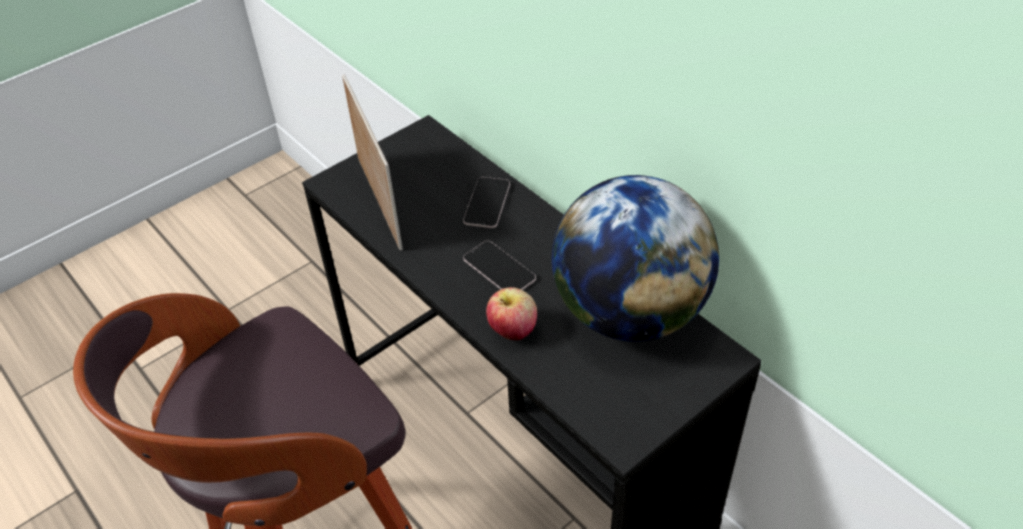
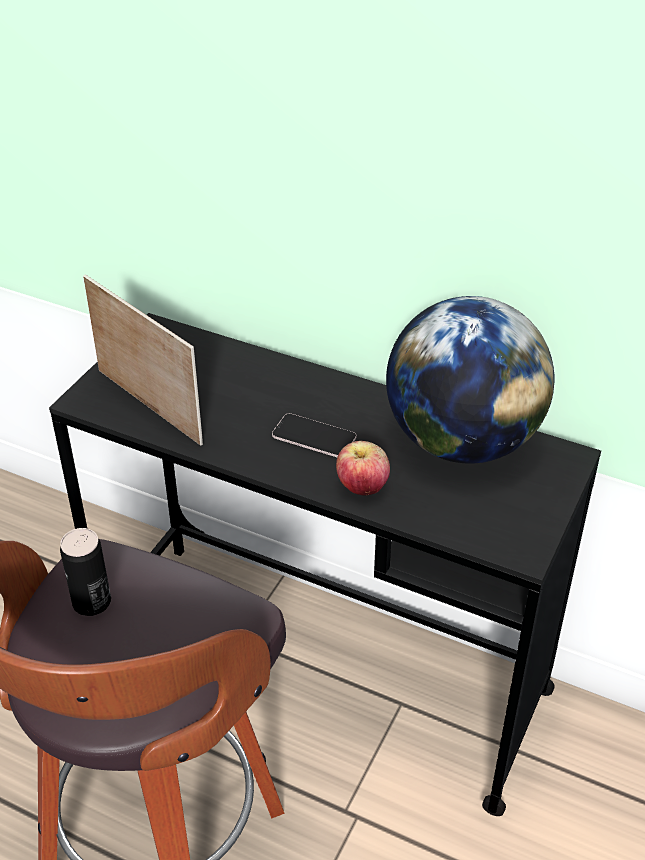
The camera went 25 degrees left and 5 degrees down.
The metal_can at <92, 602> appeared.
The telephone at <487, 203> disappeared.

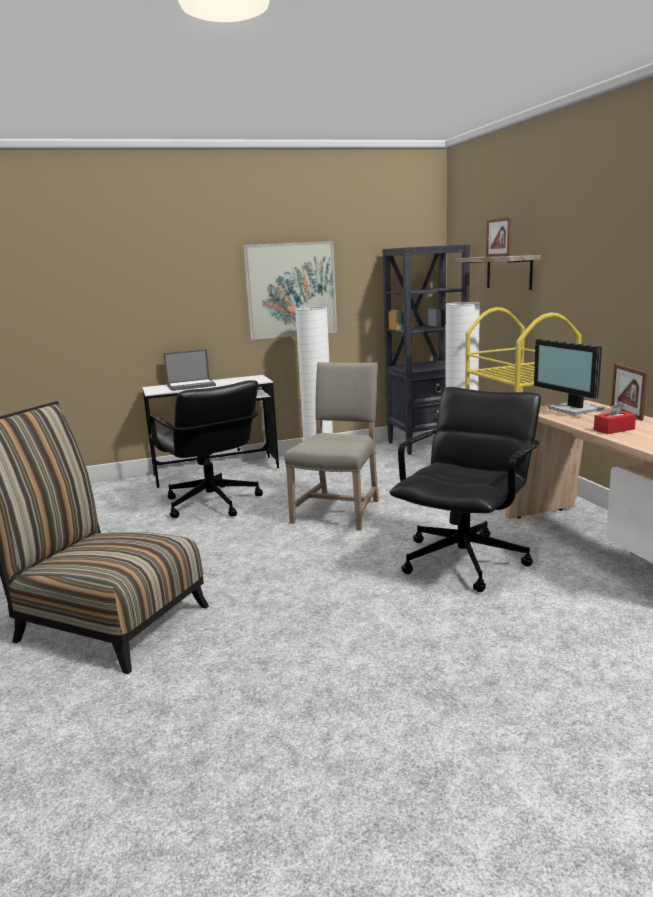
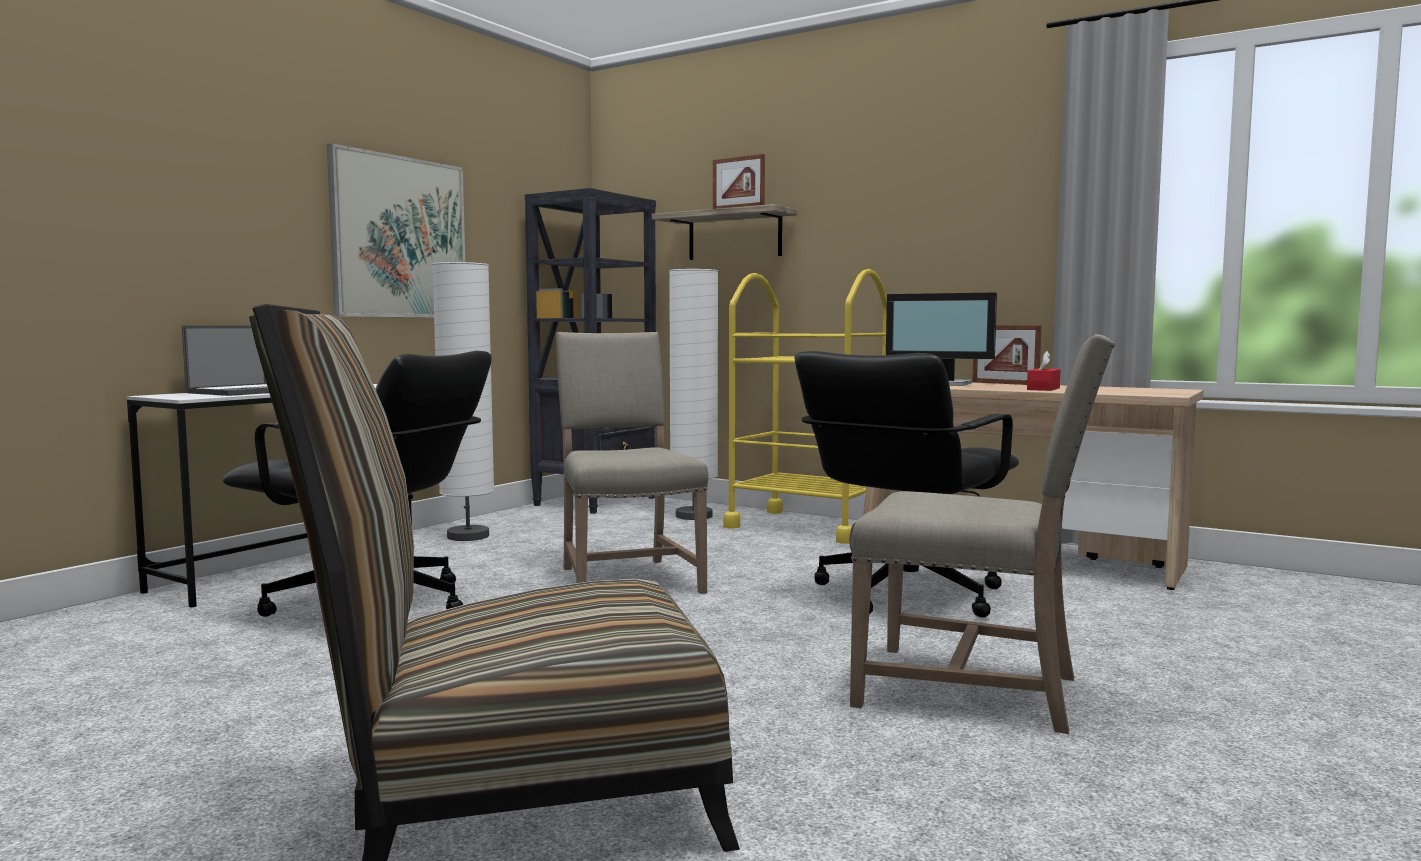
The camera went 40 degrees left and 10 degrees down.
The blackish_desk_chair at <465, 561> turned 135 degrees counterclockwise.
The beige-coloured_plain_chair at <975, 690> appeared.

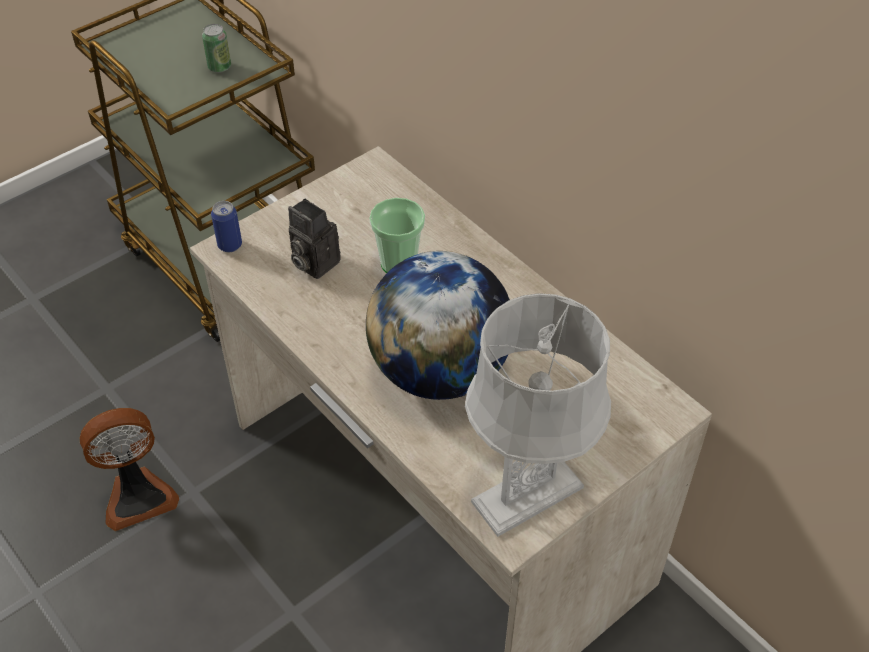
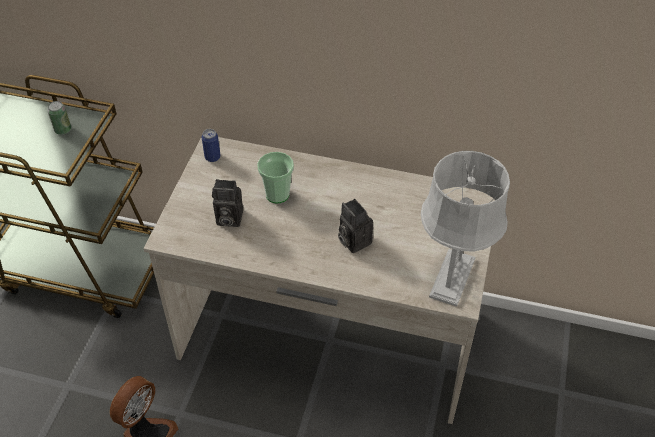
The camera went 35 degrees left and 0 degrees up.
The metal_can moved from <230, 245> to <212, 157>.
The globe at <439, 371> was replaced by the still_camera at <353, 240>.

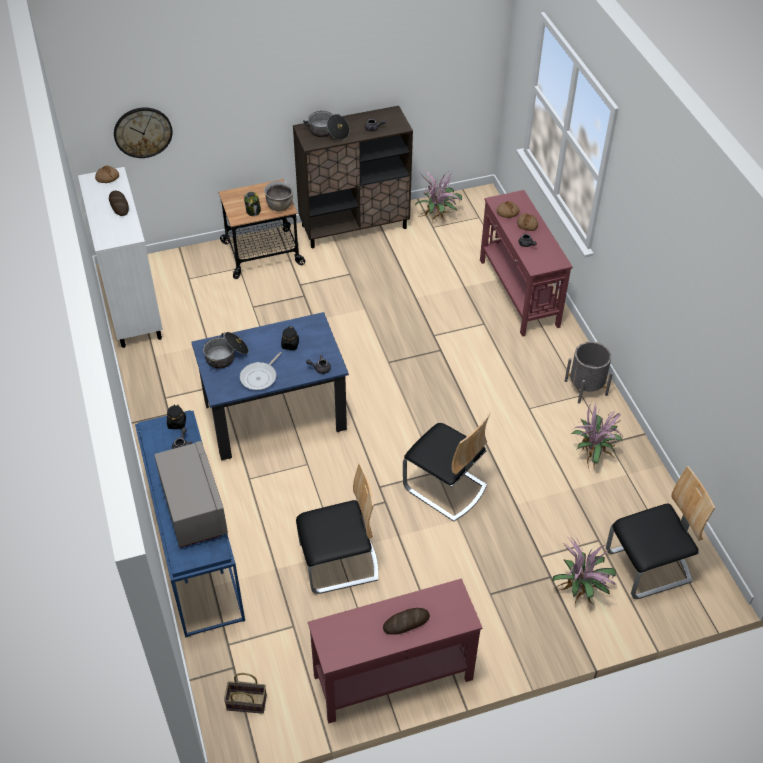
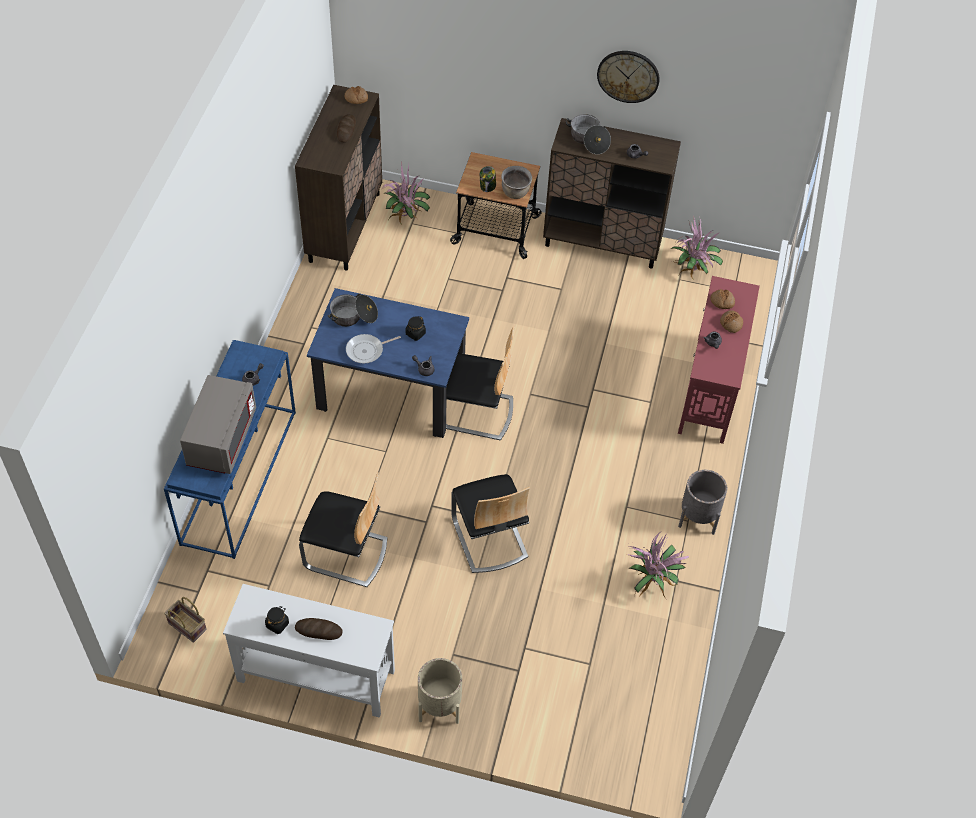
The camera went 30 degrees right and 5 degrees up.
The red_hall_table at <392, 677> became the white_hall_table at <315, 675>.
The blackish_jar moved from <177, 423> to <277, 624>.
The white_cabinet at <132, 306> became the brownish_cabinet at <344, 227>.
The houseplant moved from <580, 590> to <405, 217>.
The beige-coloured_plant_pot at <439, 704> appeared.
The plain_chair moved from <648, 567> to <477, 412>.
The hanging_clock moved from <143, 132> to <628, 76>.

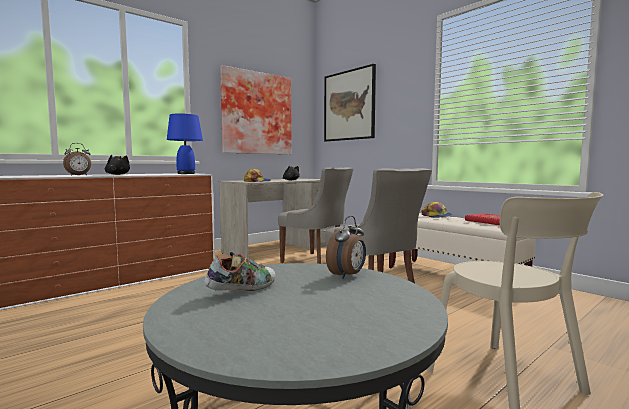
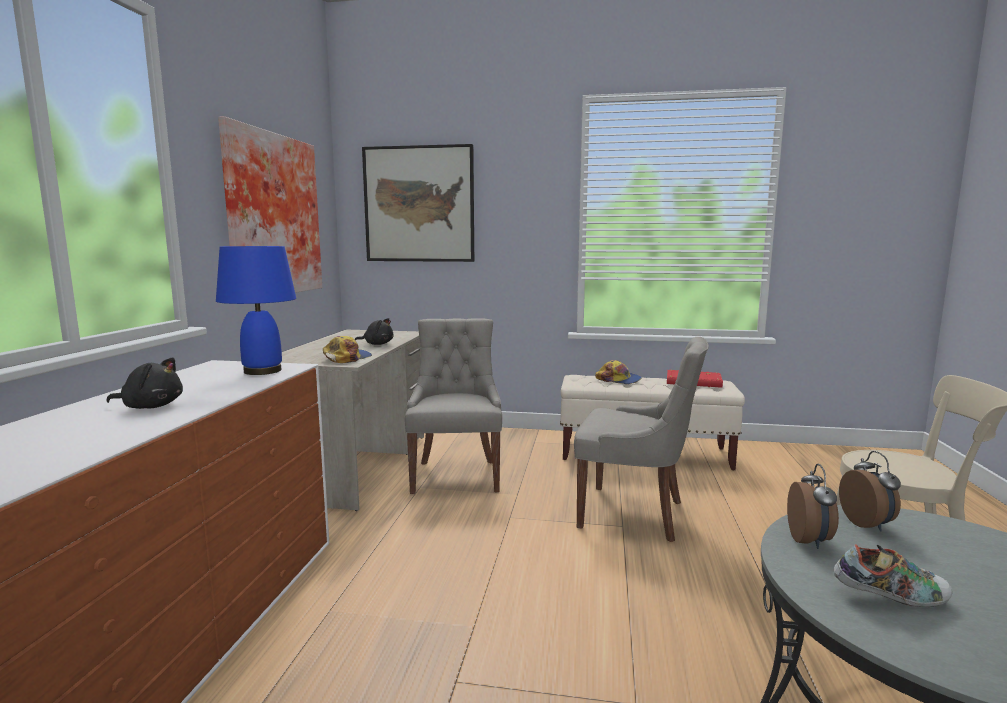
The camera went 40 degrees left and 5 degrees up.
The gray_plain_chair at <316, 261> turned 90 degrees counterclockwise.
The bedside_clock moved from <78, 175> to <810, 540>.
The low_shoe at <242, 290> turned 90 degrees clockwise.

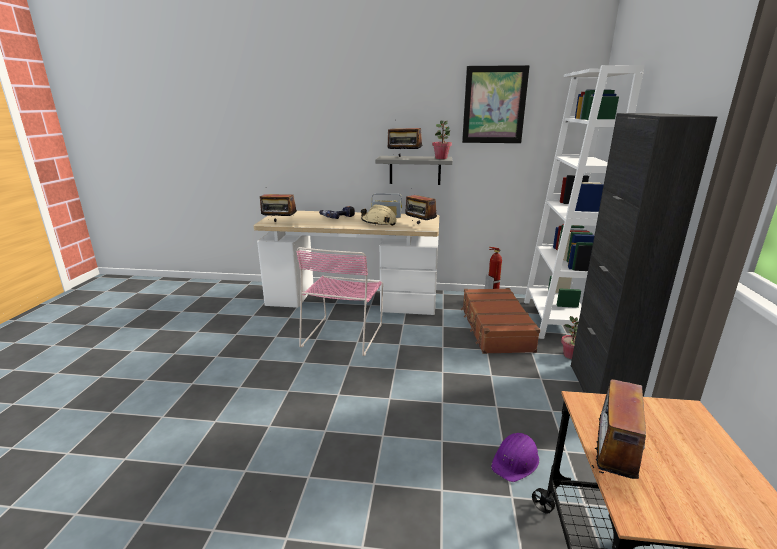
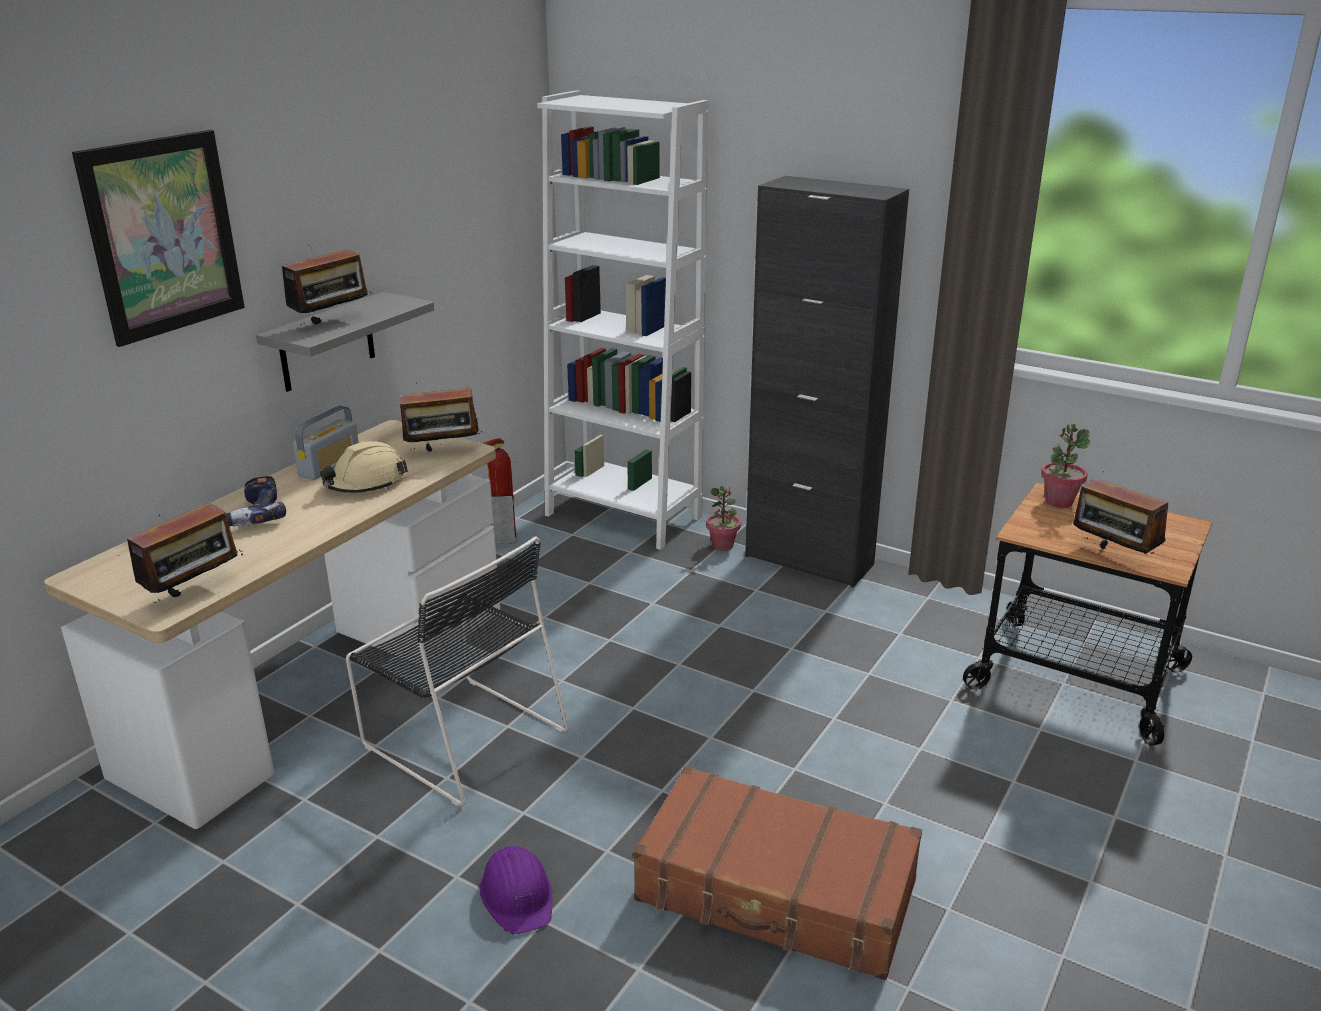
The camera went 65 degrees left and 5 degrees up.
The wall_art moved from <494, 105> to <163, 236>.
The pink_plain_chair at <343, 334> became the blackish_plain_chair at <461, 735>.
The purplish_hard_hat moved from <515, 461> to <517, 896>.
The brownish_suitcase moved from <495, 329> to <776, 893>.
The houseplant moved from <441, 158> to <1059, 501>.

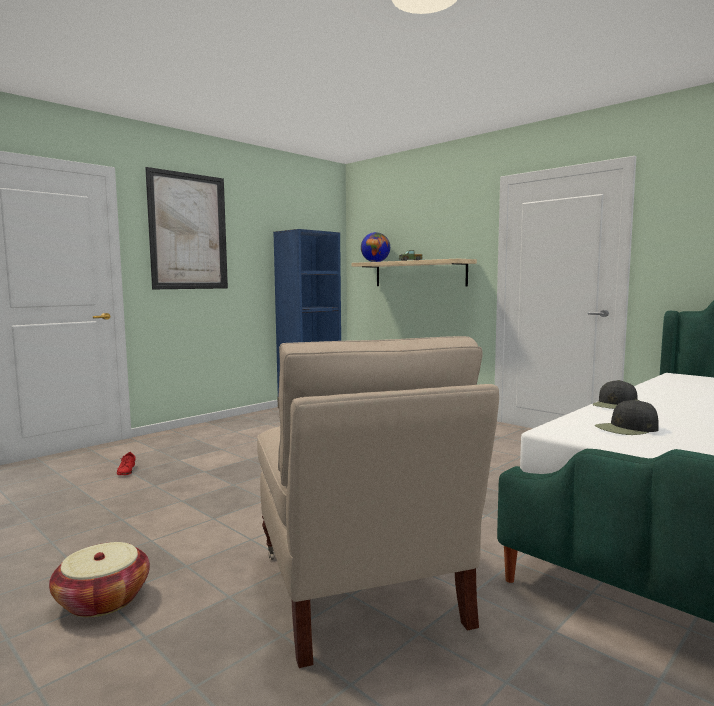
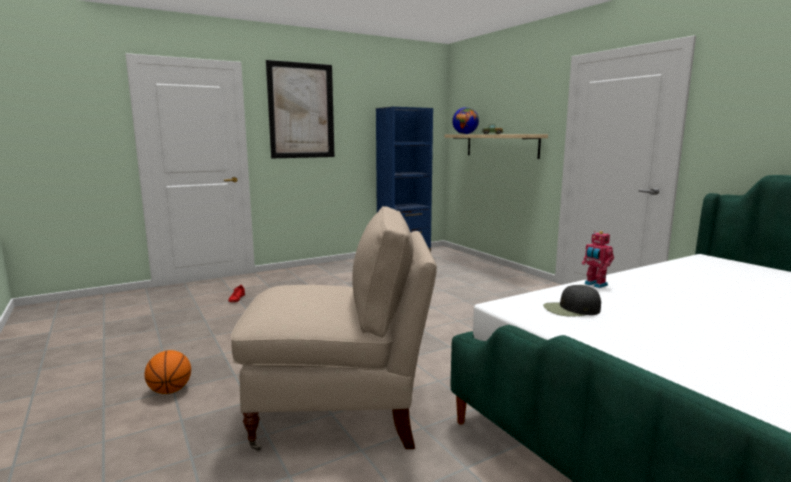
The camera went 15 degrees right and 5 degrees up.
The storage_basket at <103, 600> was replaced by the basketball at <170, 391>.
The beige-coloured_plain_chair at <360, 590> turned 90 degrees counterclockwise.
The blackish_baseball_cap at <615, 405> was replaced by the toy_robot at <595, 285>.

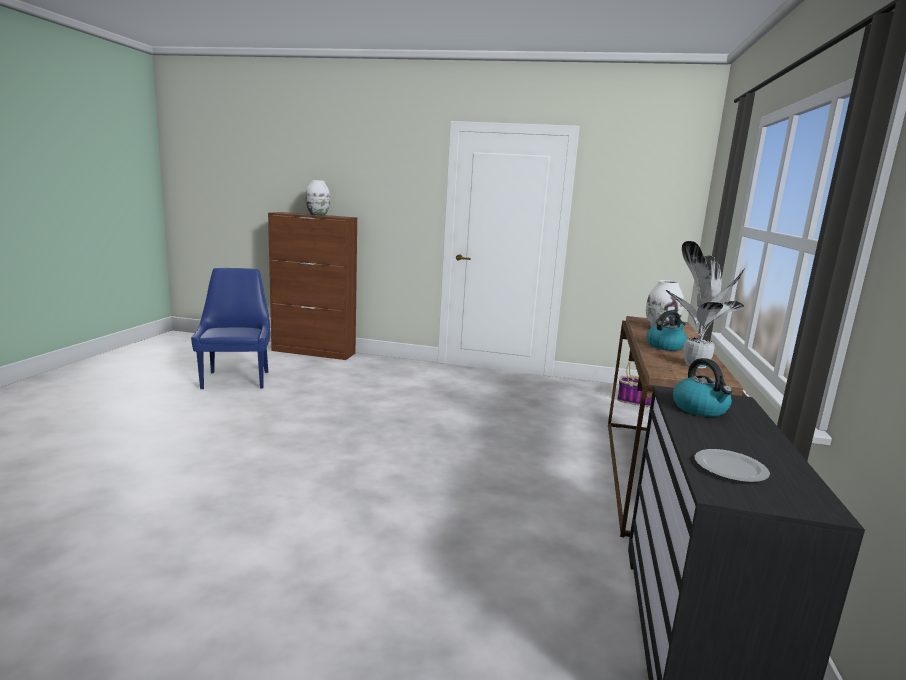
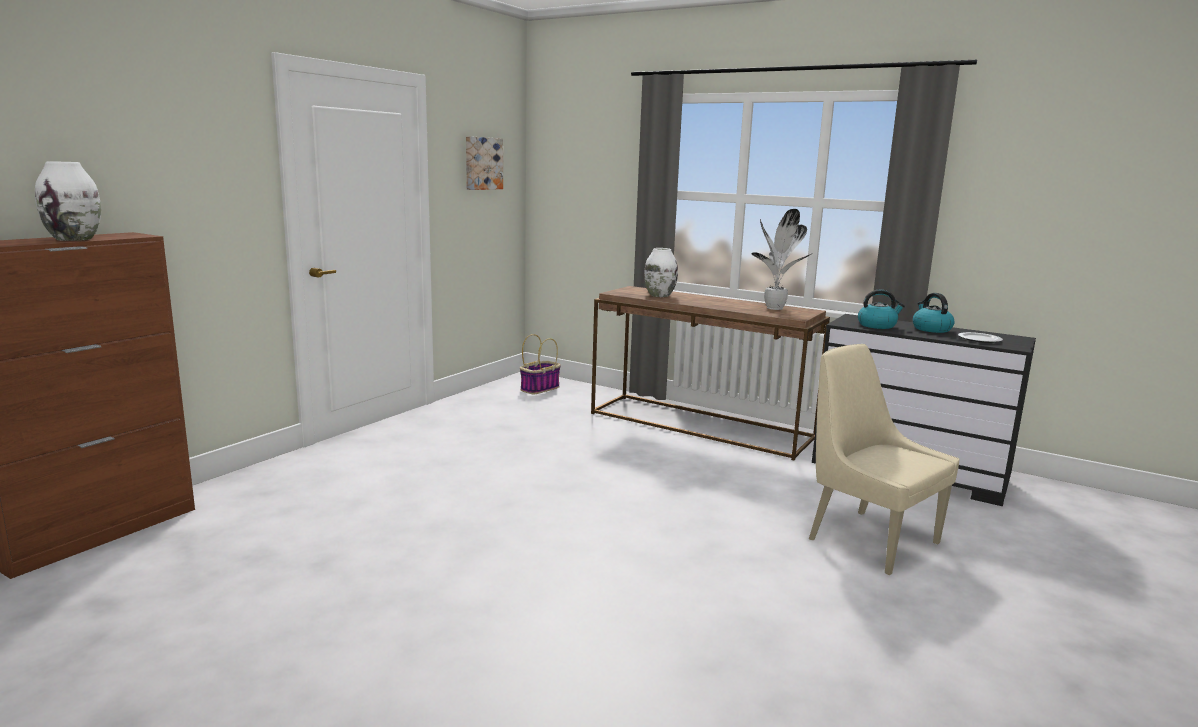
The camera went 70 degrees left and 0 degrees up.
The wall_art at <482, 163> appeared.
The beige-coloured_plain_chair at <868, 539> appeared.
The water_kettle moved from <665, 346> to <931, 329>.
The blue_plain_chair at <236, 379> disappeared.

